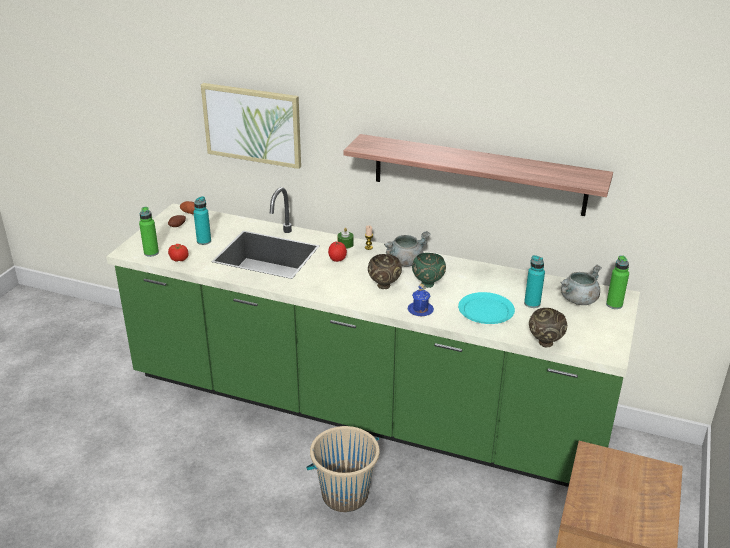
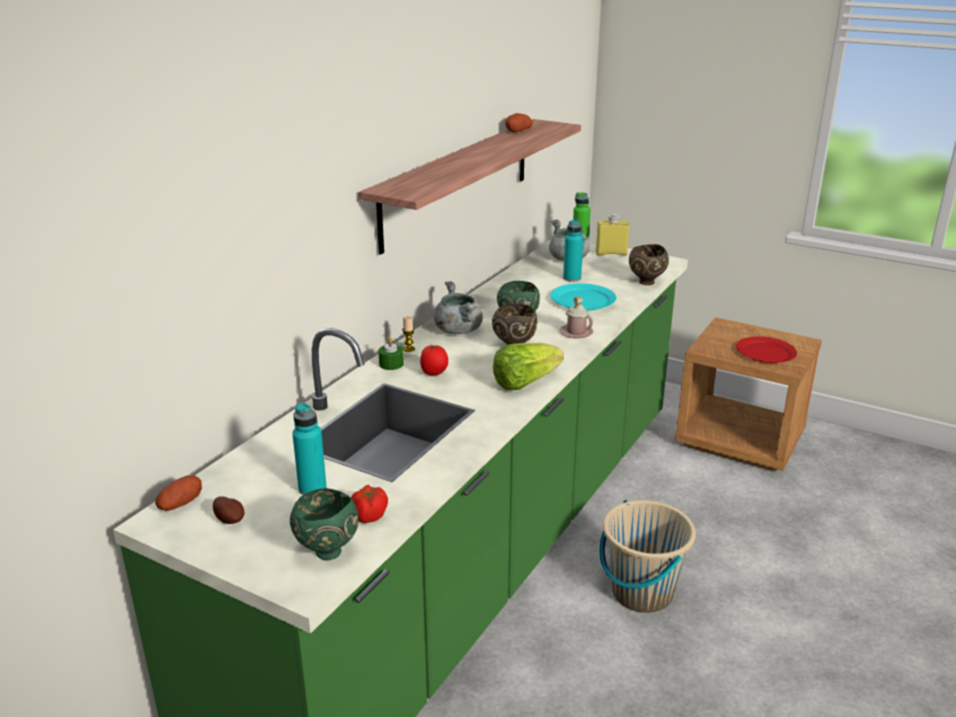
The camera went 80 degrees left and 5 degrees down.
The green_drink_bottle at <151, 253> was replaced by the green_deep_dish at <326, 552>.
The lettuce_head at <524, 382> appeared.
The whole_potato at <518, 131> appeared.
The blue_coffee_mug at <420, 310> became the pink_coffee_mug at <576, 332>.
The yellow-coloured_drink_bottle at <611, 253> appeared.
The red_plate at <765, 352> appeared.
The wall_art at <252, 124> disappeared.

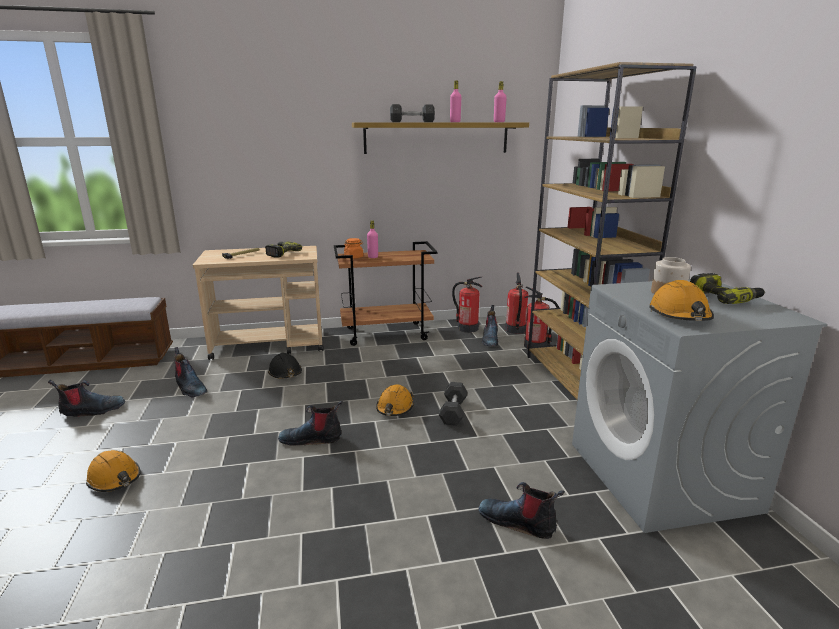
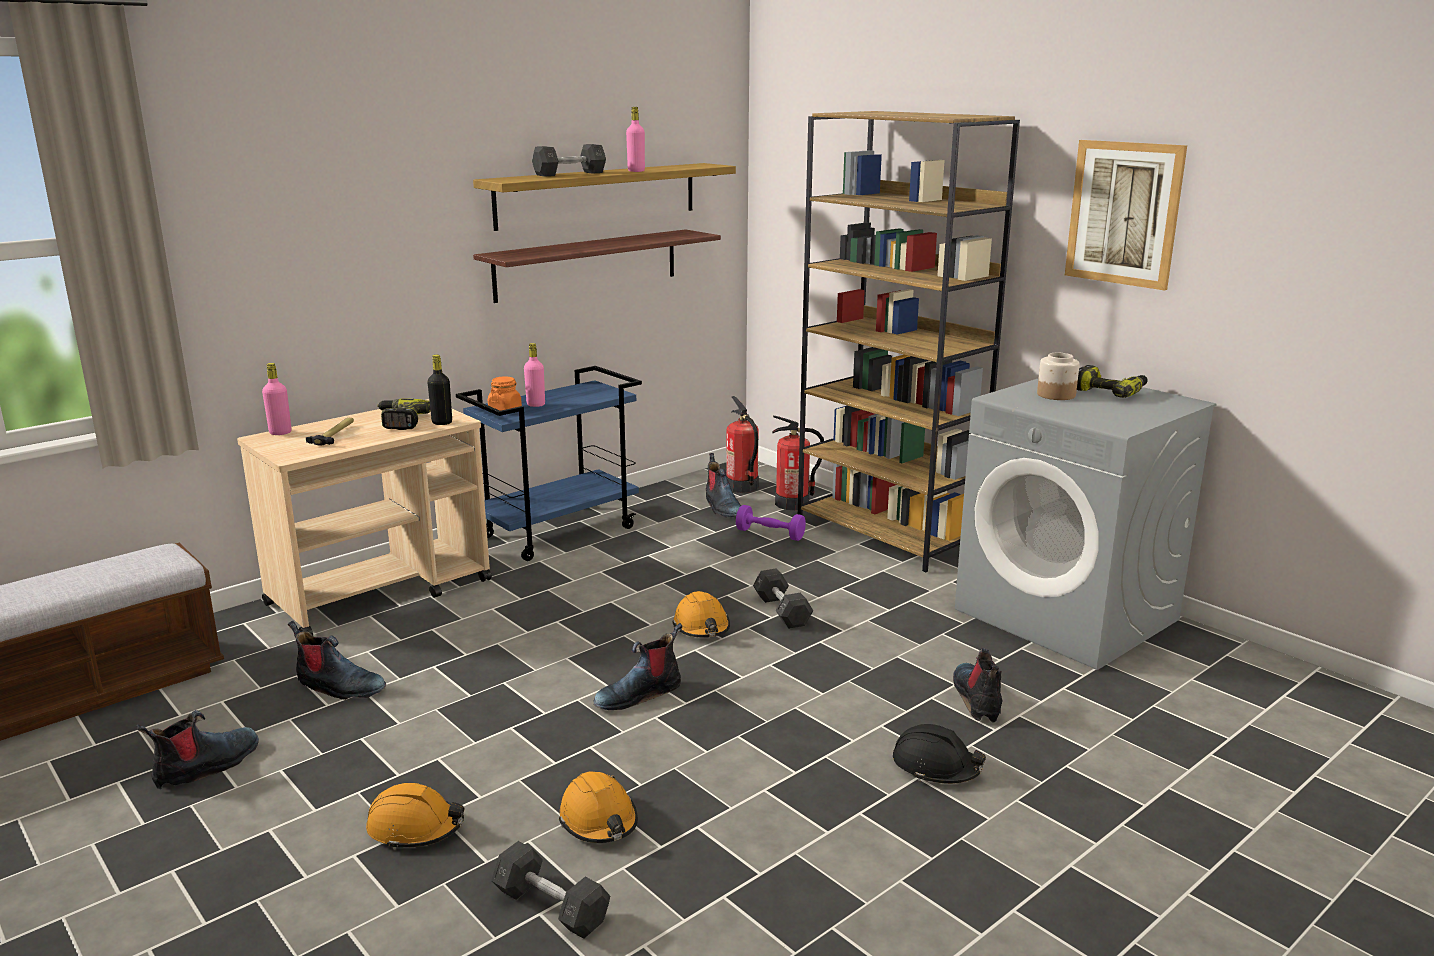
The camera went 30 degrees left and 0 degrees up.
The pink_drink_bottle moved from <499, 122> to <280, 432>.
The blackish_drink_bottle at <442, 422> appeared.
The brownish_cart at <387, 333> became the blue_cart at <559, 531>.
The wall_shelf at <587, 265> appeared.
The gray_free_weight at <551, 907> appeared.
The orange_hard_hat moved from <680, 315> to <599, 821>.
The purplish_free_weight at <770, 534> appeared.
The blackish_hard_hat moved from <285, 373> to <936, 767>.
The boot at <518, 522> turned 90 degrees clockwise.
The wall_art at <1123, 213> appeared.
The fire_extinguisher at <467, 328> disappeared.

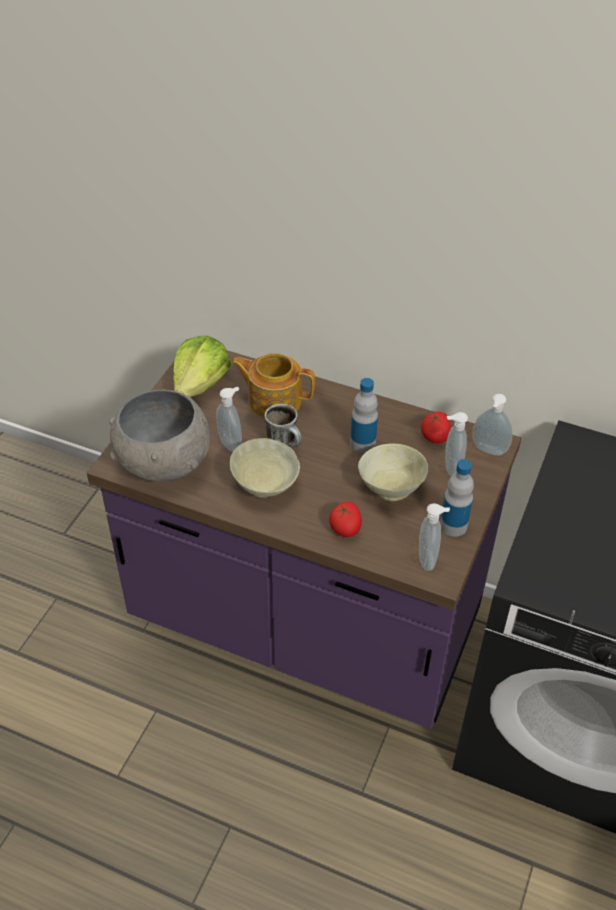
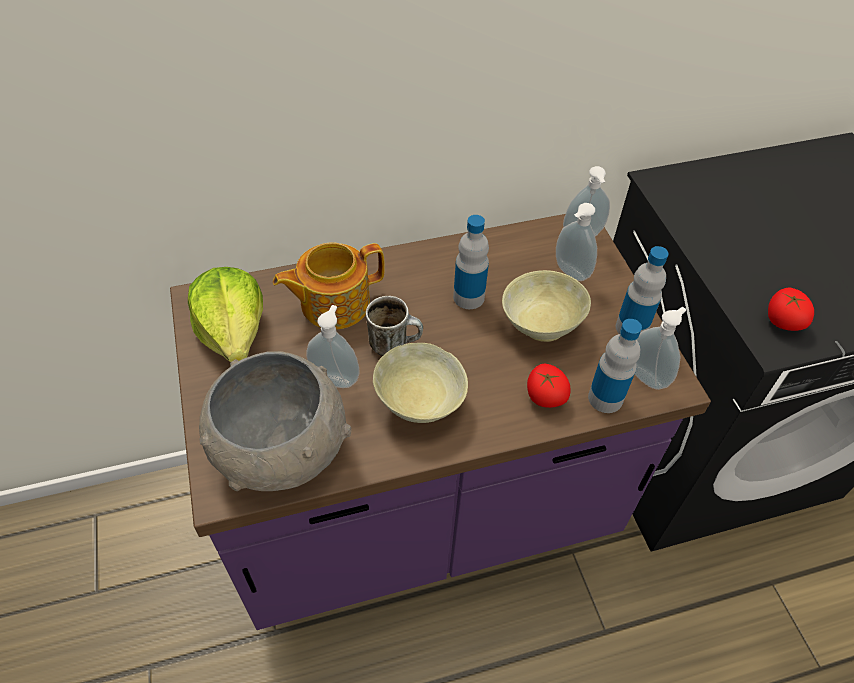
The camera went 40 degrees left and 5 degrees up.
The drink_bottle at <605, 398> appeared.
The fresh_tomato moved from <435, 437> to <782, 321>.

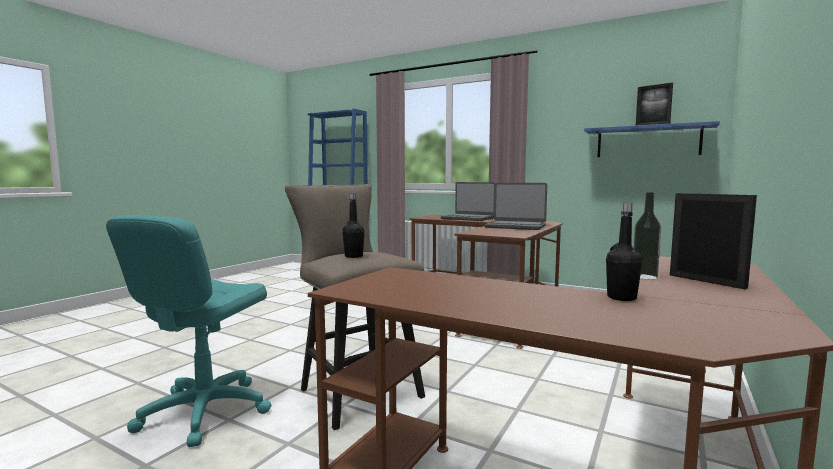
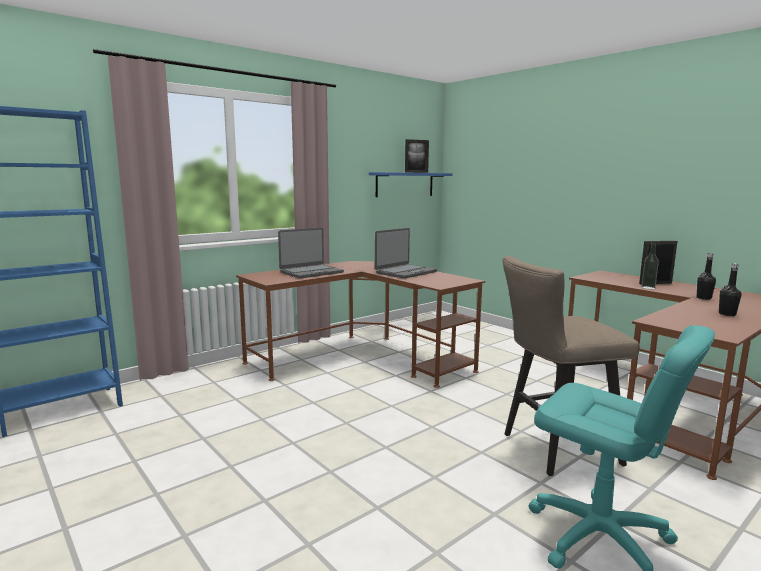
The camera went 70 degrees left and 5 degrees up.
The blackish_drink_bottle moved from <353, 256> to <727, 314>.

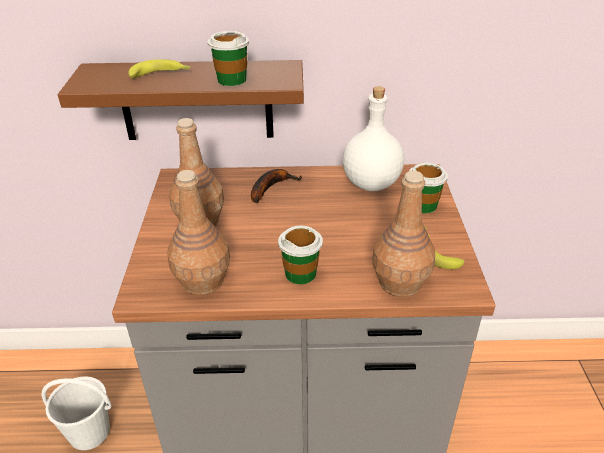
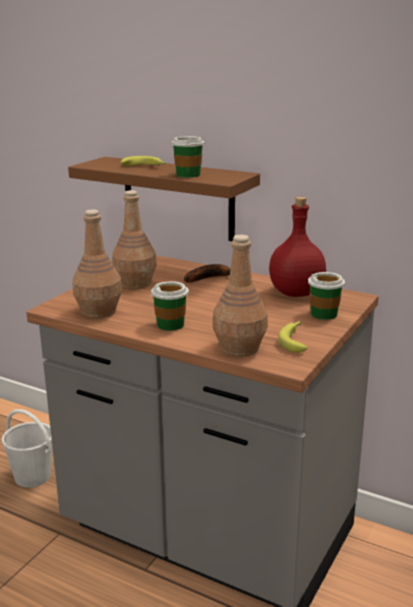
The camera went 30 degrees right and 15 degrees down.
The white_drink_bottle at <371, 184> became the red_drink_bottle at <296, 293>.

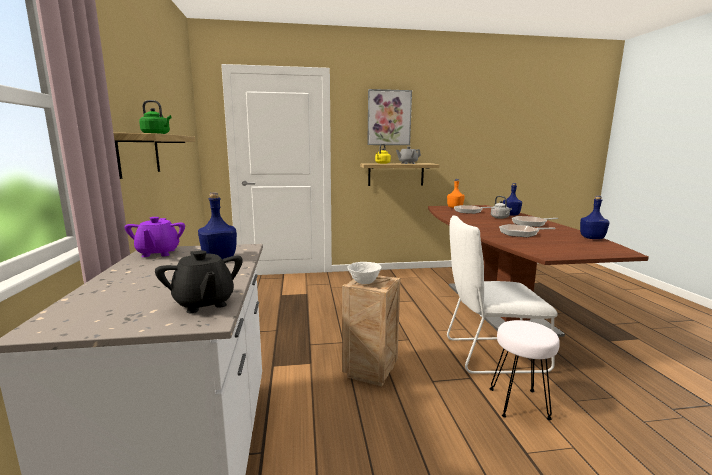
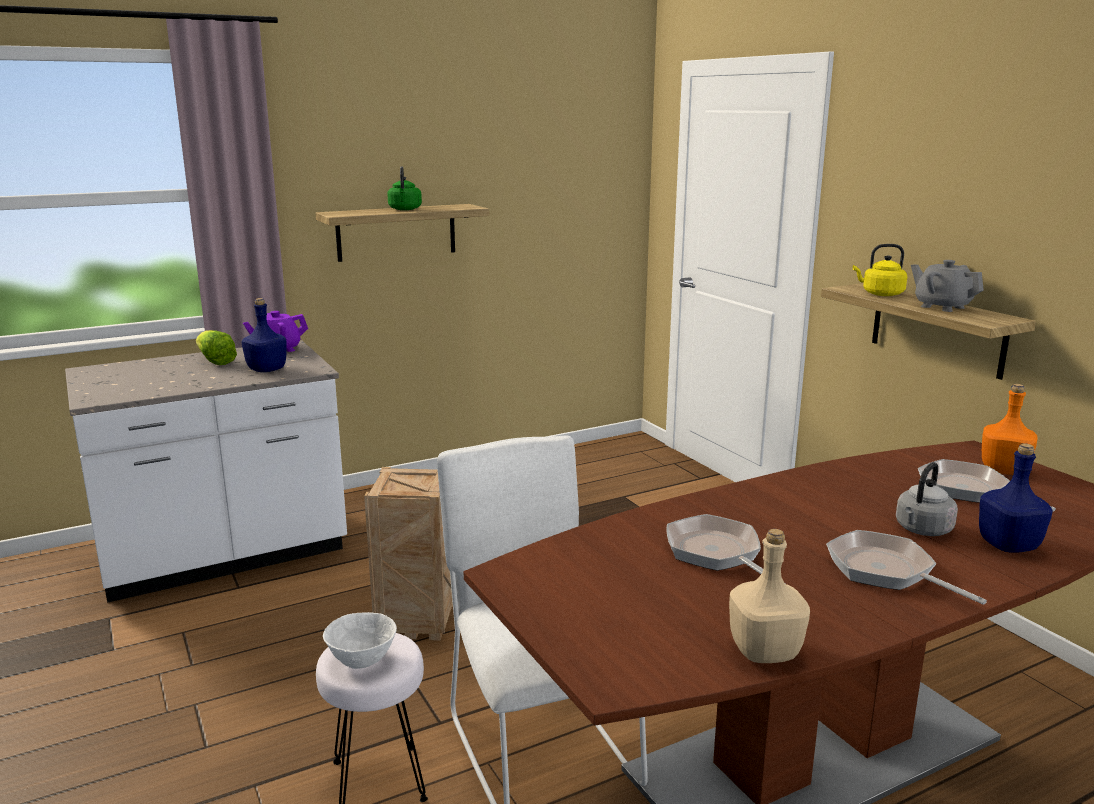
The camera went 70 degrees right and 5 degrees up.
The lettuce_head at <215, 361> appeared.
The white_deep_dish moved from <364, 282> to <362, 661>.
The blue_drink_bottle at <592, 238> became the beige-coloured_drink_bottle at <765, 652>.
The blackish_tea_pot at <204, 303> disappeared.
The wall_art at <389, 118> disappeared.

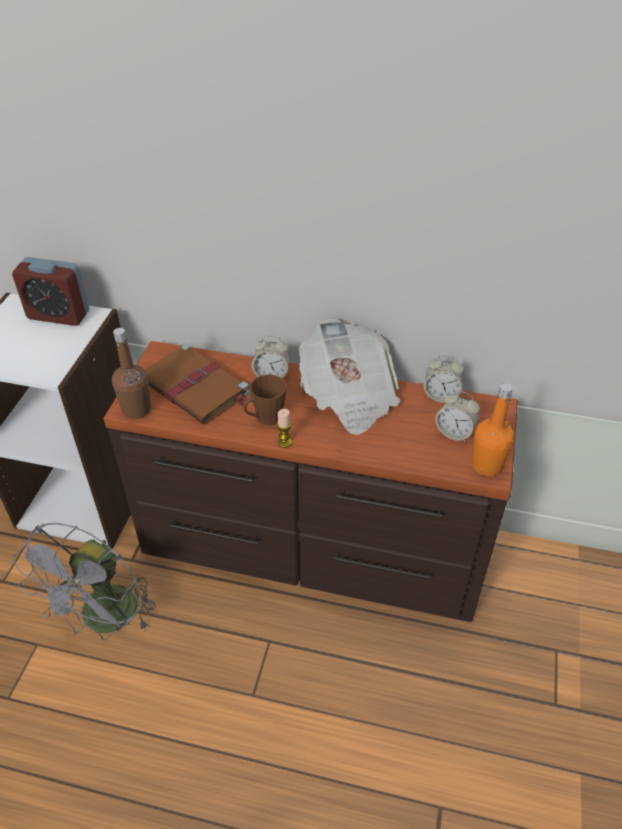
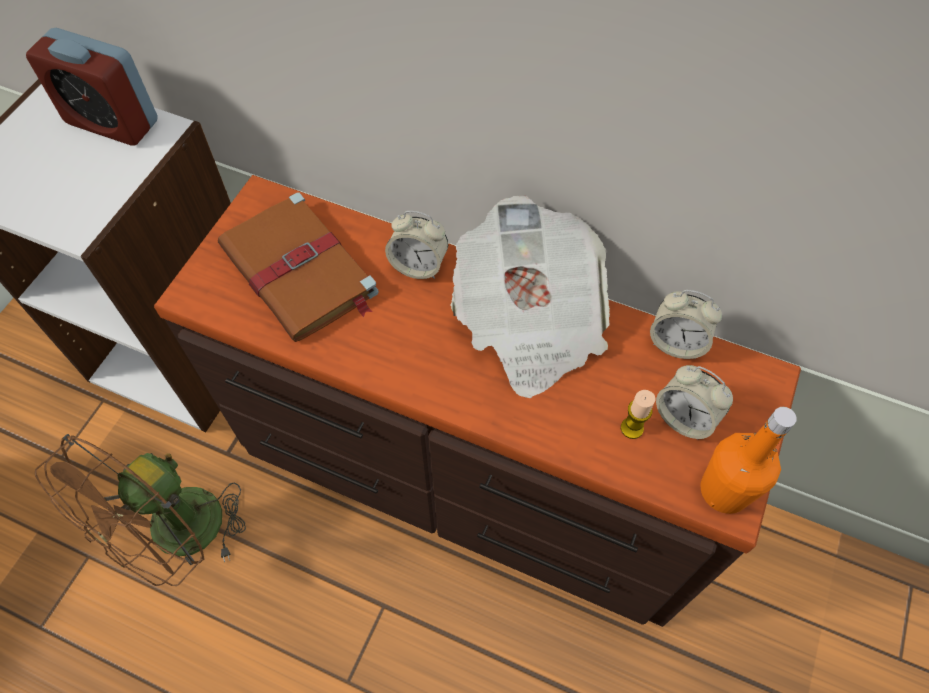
The camera went 10 degrees right and 15 degrees up.
The gray_fan at <104, 621> became the brownish_fan at <177, 538>.
The wax_candle moved from <284, 442> to <632, 428>.
The brownish_drink_bottle at <136, 409> disappeared.
The brownish_coffee_mug at <265, 418> disappeared.

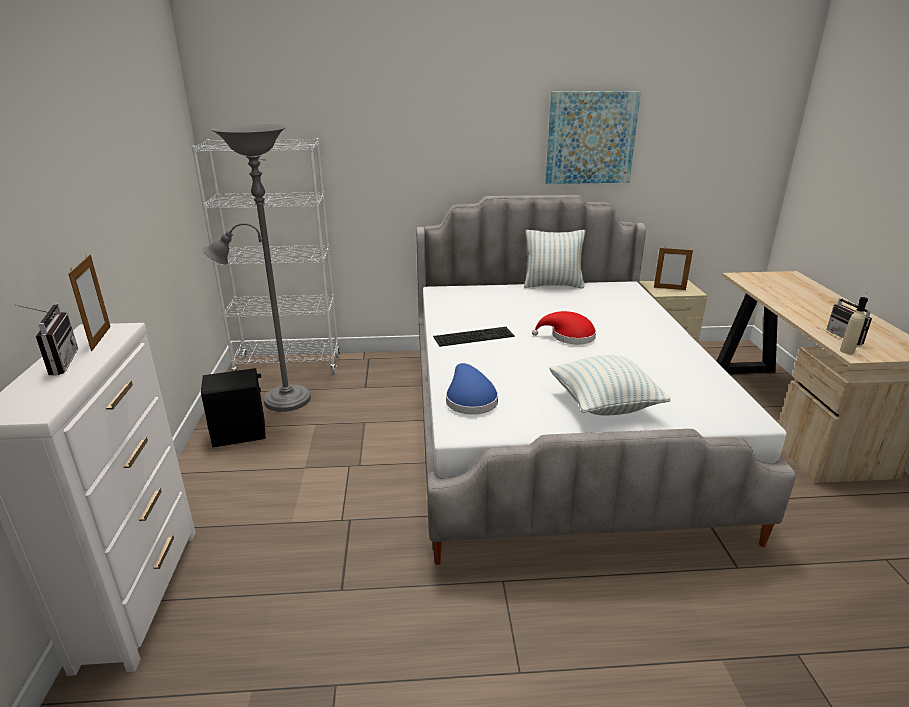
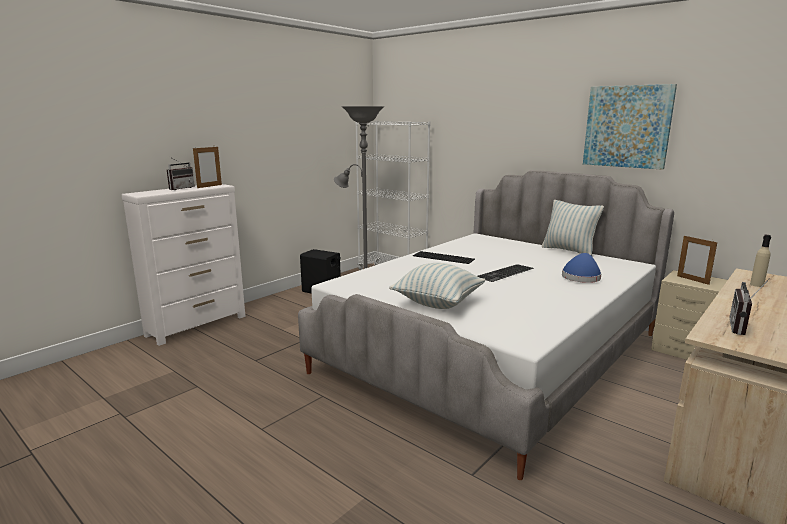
The camera went 45 degrees right and 10 degrees down.
The red_hat at <569, 337> was replaced by the keyboard at <505, 273>.
The blue_hat moved from <469, 400> to <581, 277>.
The beige-coloured_drink_bottle moved from <847, 351> to <756, 285>.

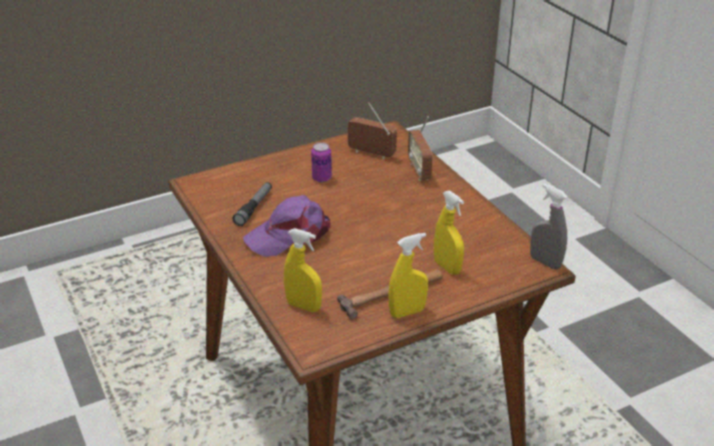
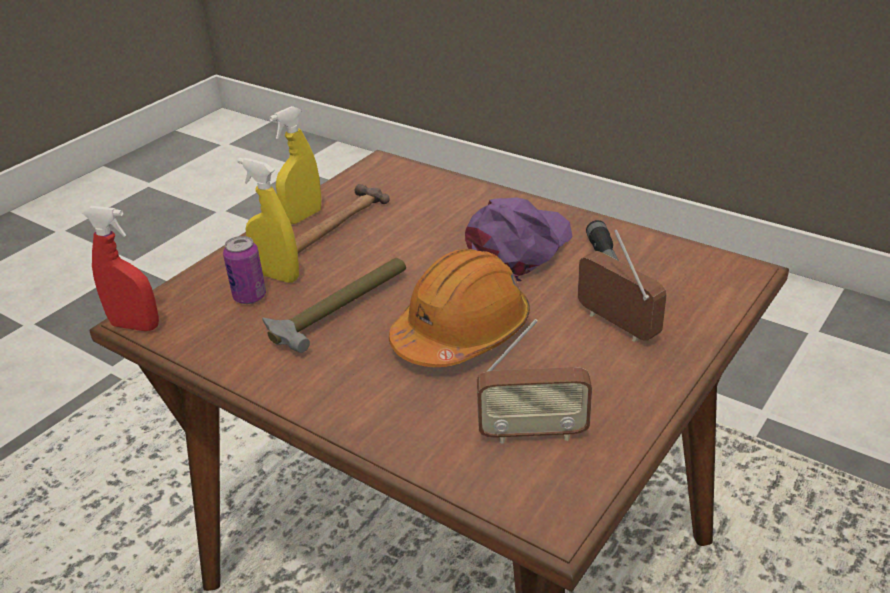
The camera went 155 degrees right and 0 degrees up.
The gray_spray_bottle at <545, 262> became the red_spray_bottle at <135, 326>.
The metal_can moved from <321, 178> to <250, 296>.
The hand_hammer at <341, 309> appeared.
The orange_hard_hat at <462, 333> appeared.
The radio_receiver moved from <419, 171> to <616, 325>.
The yellow-coloured_spray_bottle at <303, 306> disappeared.

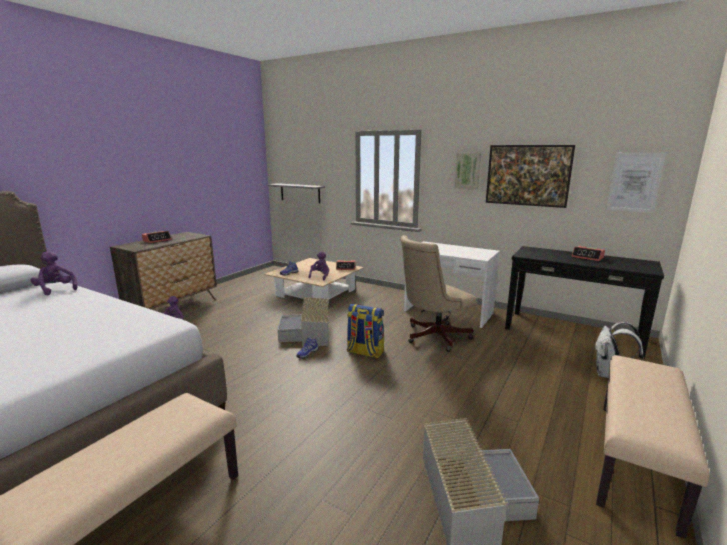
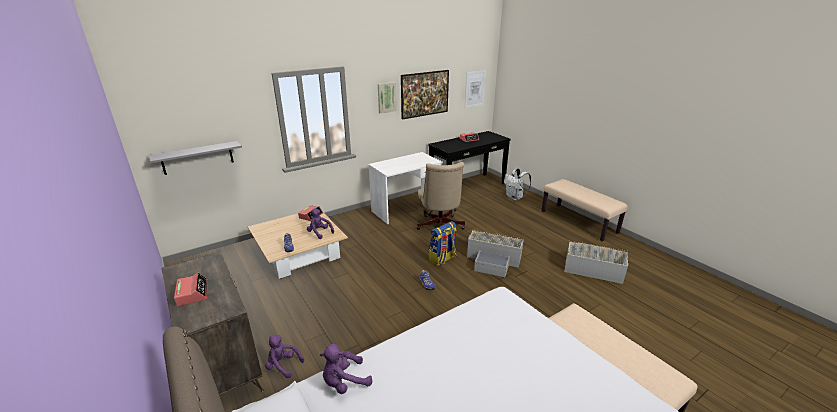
The camera went 65 degrees left and 10 degrees up.
The gray_storage_box moved from <308, 333> to <494, 260>.

